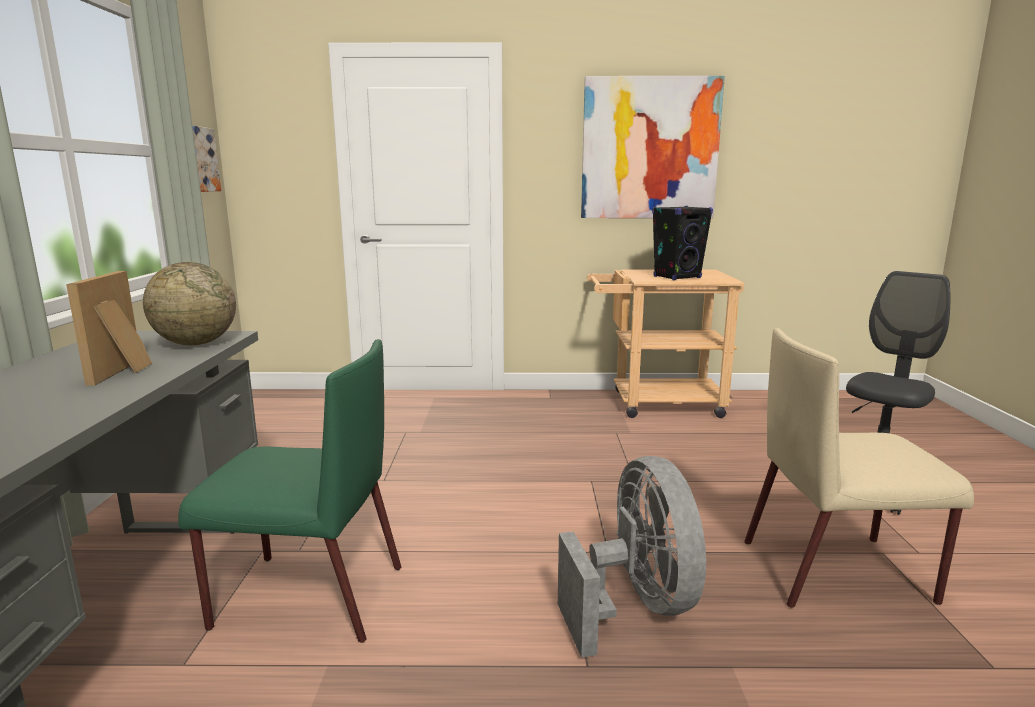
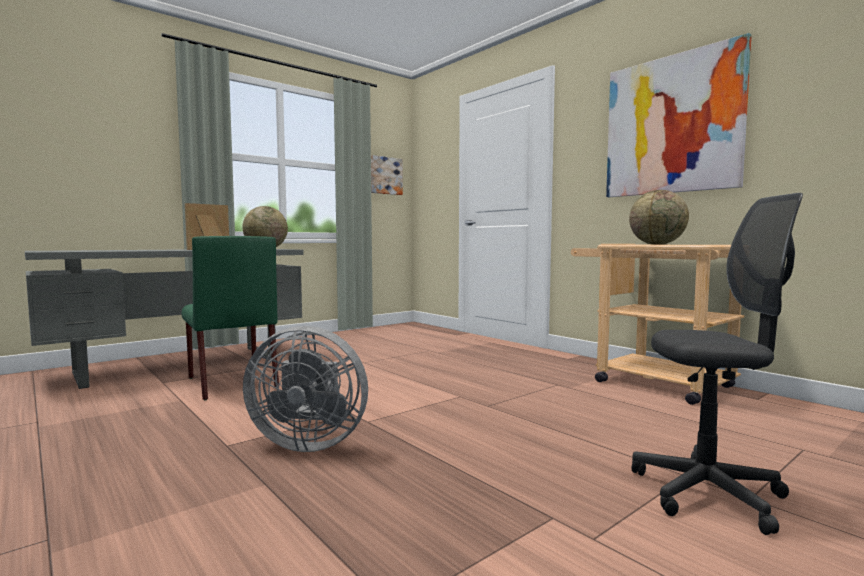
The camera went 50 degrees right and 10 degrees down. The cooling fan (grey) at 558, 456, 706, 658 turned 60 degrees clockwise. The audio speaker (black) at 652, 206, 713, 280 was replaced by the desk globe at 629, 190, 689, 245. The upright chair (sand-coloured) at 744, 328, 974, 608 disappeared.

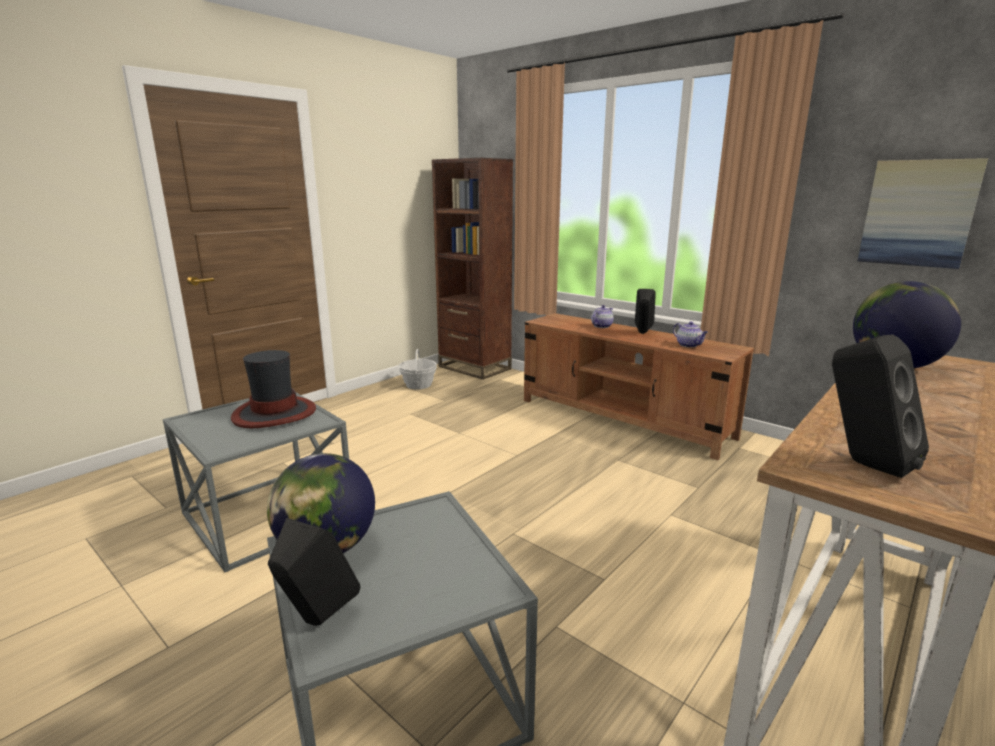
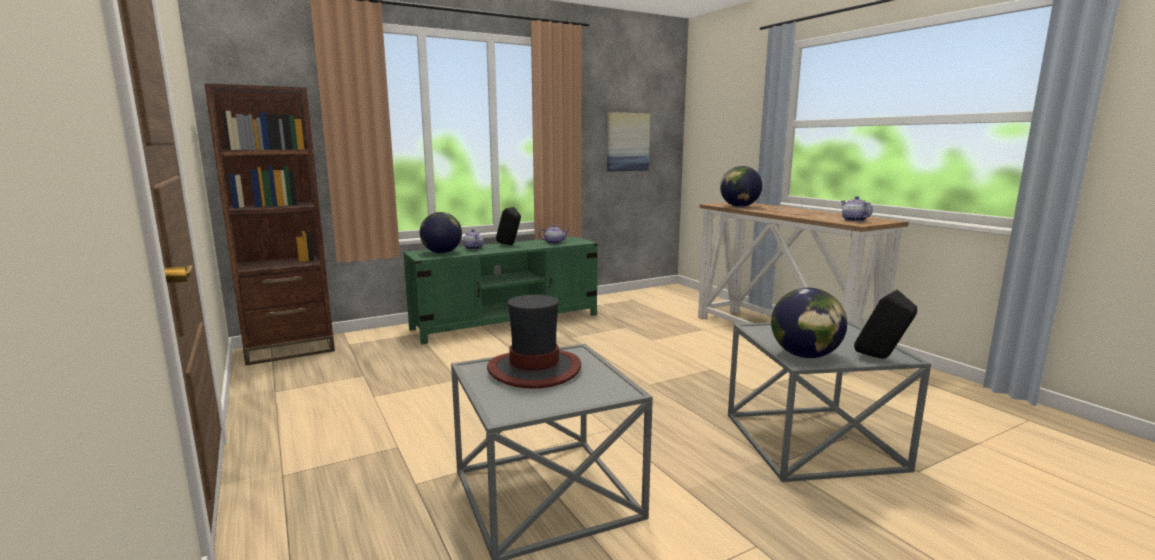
The camera went 70 degrees left and 5 degrees down. The tv stand (brown-coloured) at 524, 313, 754, 460 became the tv stand (greenish) at 403, 237, 598, 344. The desk globe at 420, 212, 462, 254 appeared. The audio speaker (black) at 832, 335, 929, 478 was replaced by the pot for tea at 841, 196, 873, 222. The basket at 399, 349, 437, 389 disappeared.

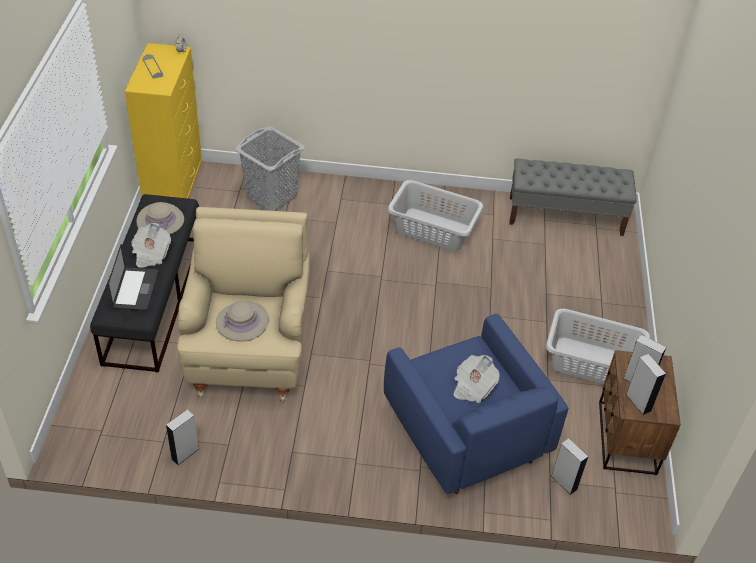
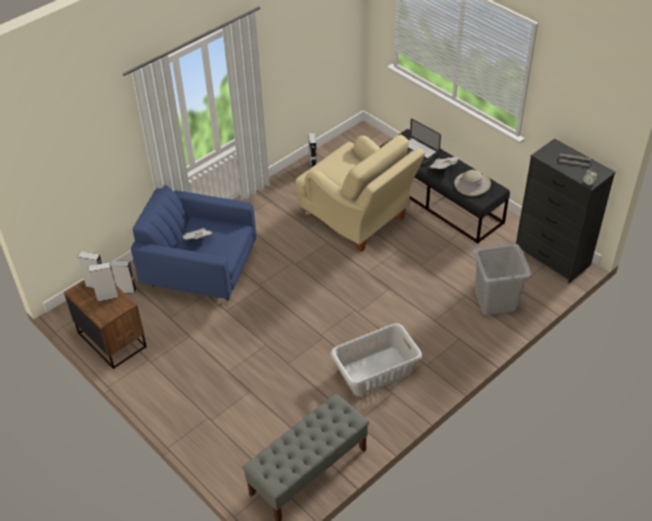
The camera went 135 degrees right and 0 degrees up. The chest of drawers (yellowish) at 125, 43, 202, 198 became the chest of drawers (black) at 516, 138, 616, 283. The wearable hat (sand-coloured) at 216, 301, 269, 342 disappeared. The washing basket (grey) at 546, 309, 650, 384 disappeared.

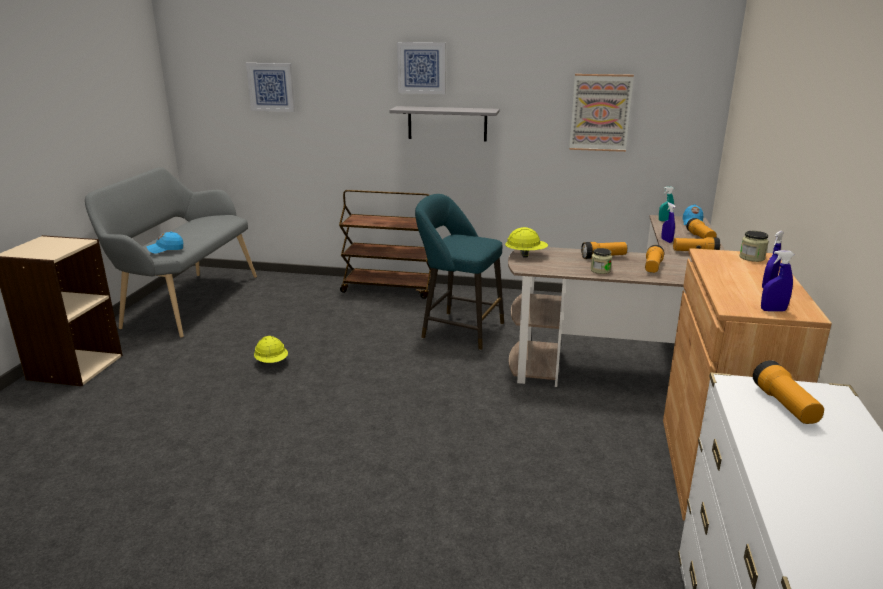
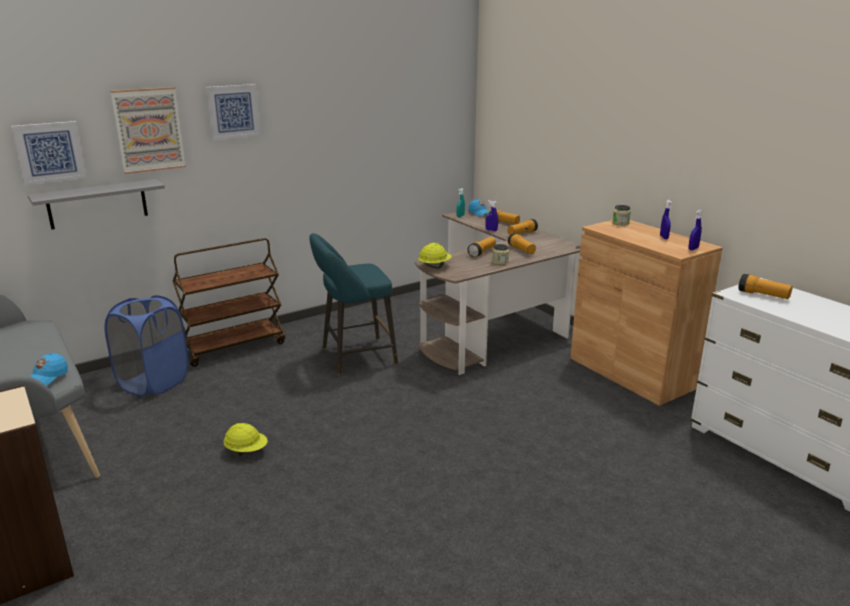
The camera went 45 degrees left and 0 degrees up. The bracket shelf (grey) moved from 389, 106, 500, 142 to 28, 179, 165, 230. The washing basket (blue-coloured) at 105, 295, 188, 397 appeared. The picture moved from 569, 74, 634, 152 to 110, 87, 186, 174.

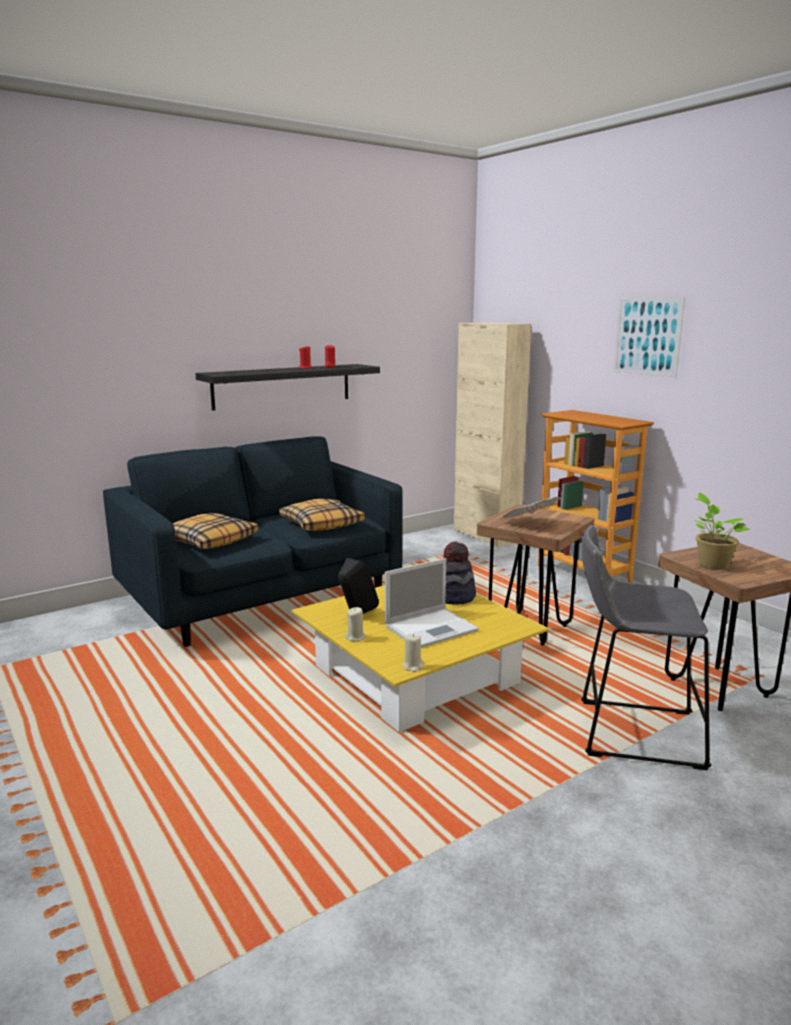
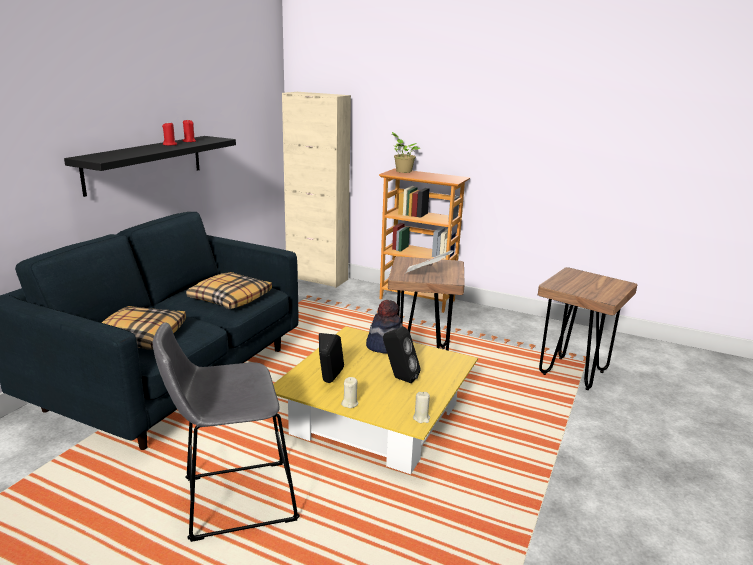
The camera went 30 degrees left and 5 degrees up. The sitting stool (grey) moved from 581, 525, 712, 770 to 152, 322, 300, 542. The portable computer at 385, 558, 479, 648 was replaced by the audio speaker (black) at 383, 326, 421, 383. The potted plant moved from 694, 493, 750, 570 to 392, 132, 420, 173. The picture at 613, 297, 685, 377 disappeared.

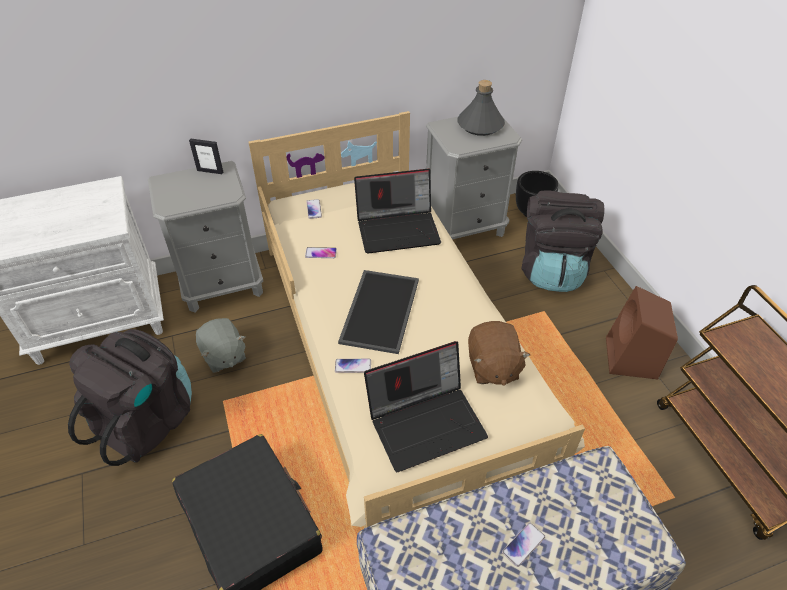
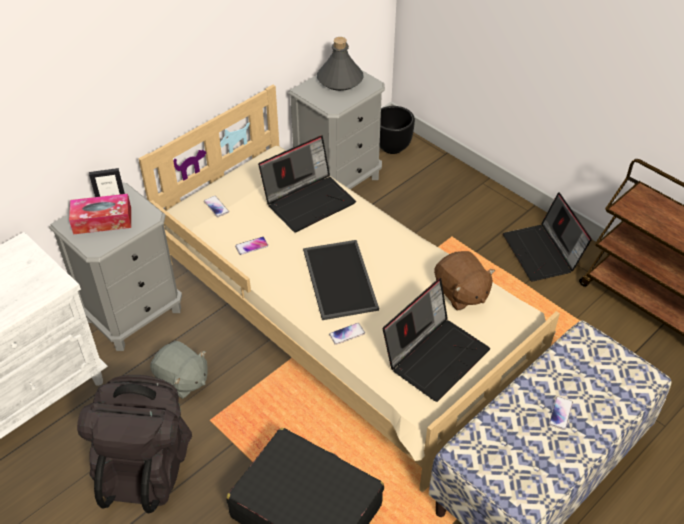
The camera went 25 degrees left and 0 degrees up. The box of tissues at 69, 194, 131, 234 appeared. The audio speaker (brown-coloured) at 606, 286, 678, 379 was replaced by the portable computer at 503, 192, 592, 281. The knapsack (black) at 521, 191, 604, 292 disappeared.

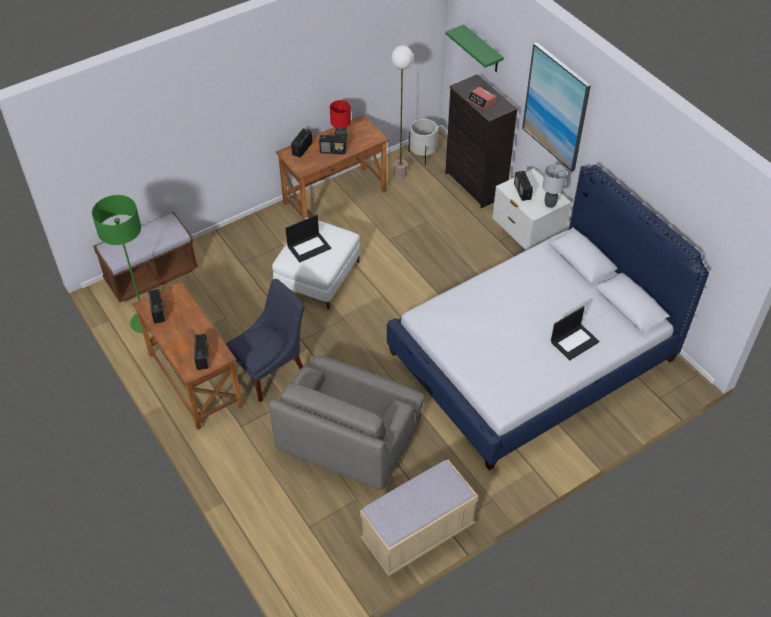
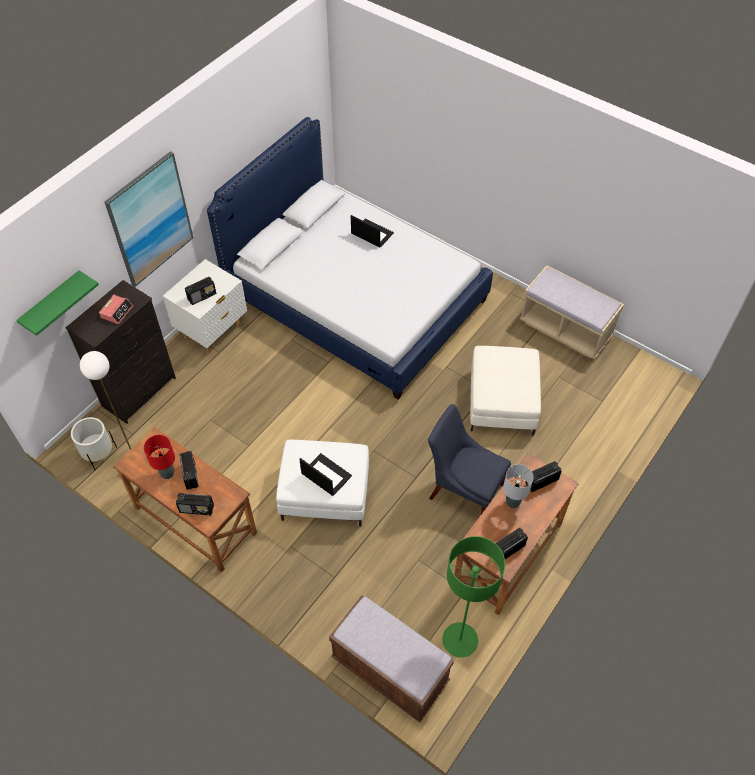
The camera went 110 degrees left and 5 degrees up. The armchair (grey) at 269, 355, 424, 491 was replaced by the ottoman (white) at 470, 346, 541, 436. The lamp for a table (grey) moved from 543, 164, 567, 208 to 503, 464, 533, 508.

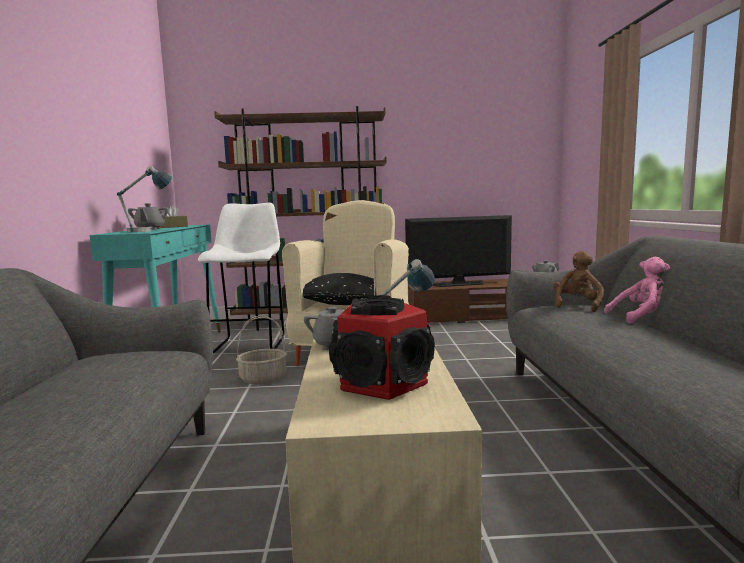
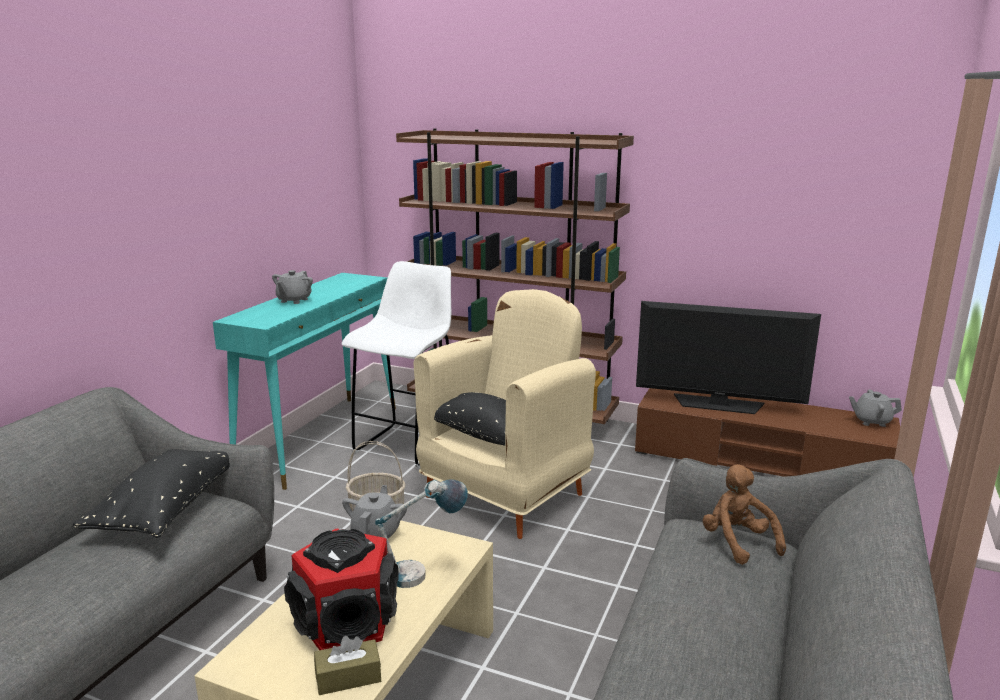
The camera went 25 degrees right and 10 degrees up. The throw pillow (black) at 72, 449, 230, 538 appeared. The box of tissues (brown-coloured) moved from 160, 206, 188, 228 to 314, 636, 381, 695. The soft toy (brown-coloured) at 553, 251, 604, 312 turned 75 degrees counterclockwise. The lamp for a table at 117, 166, 172, 232 disappeared. The soft toy (pinkish) at 604, 257, 670, 324 disappeared.

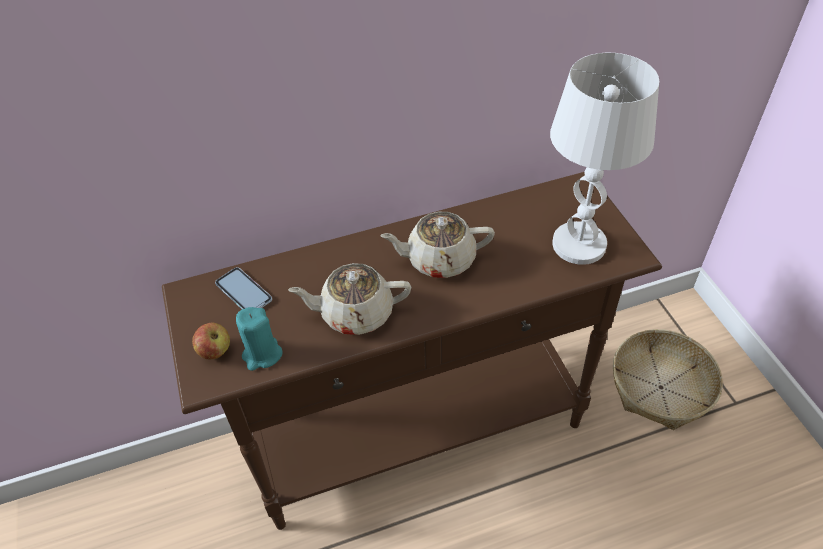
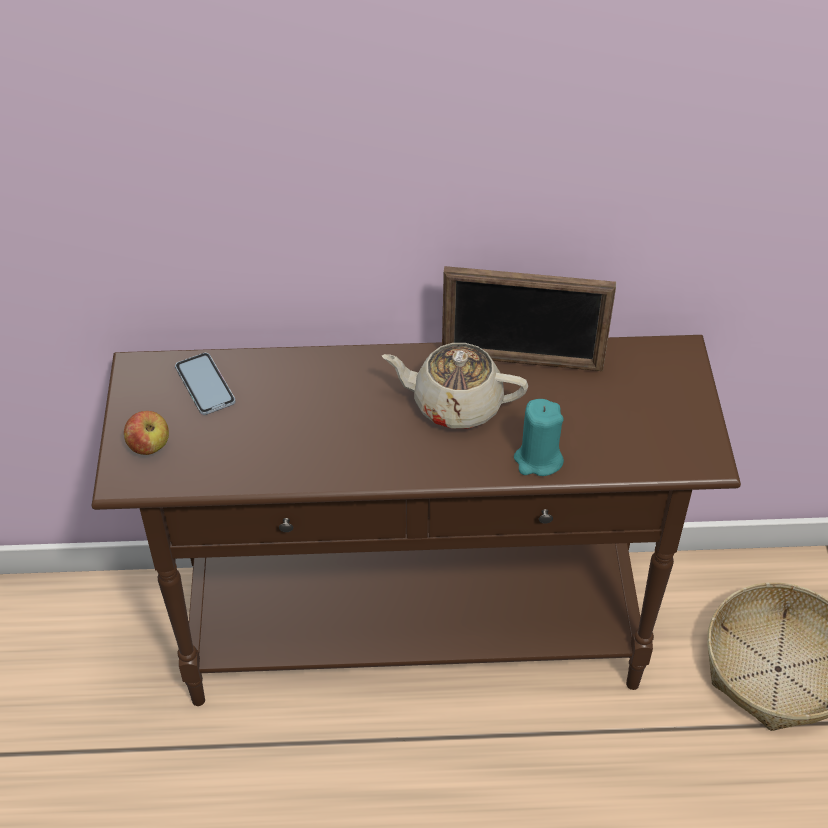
The camera went 15 degrees right and 0 degrees up. The standing frame at 442, 266, 616, 371 appeared. The wax candle (turquoise-coloured) moved from 236, 307, 283, 371 to 514, 399, 564, 476. The pot for tea (sand-coloured) at 288, 263, 411, 335 disappeared. The lamp for a table (white) at 550, 53, 659, 265 disappeared.

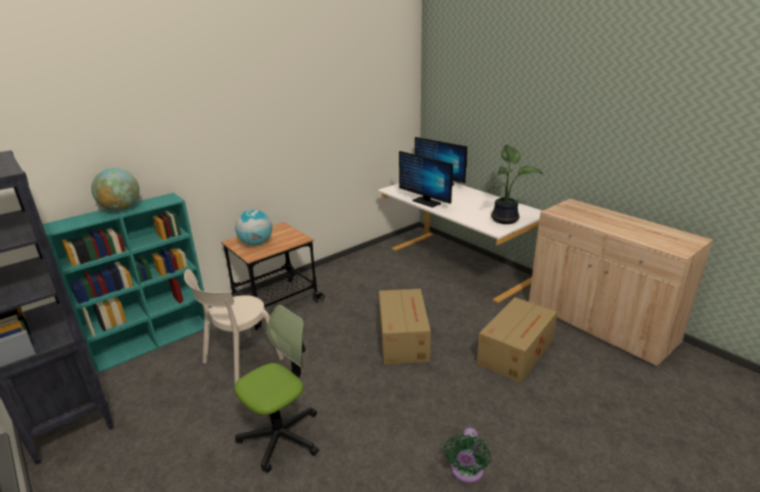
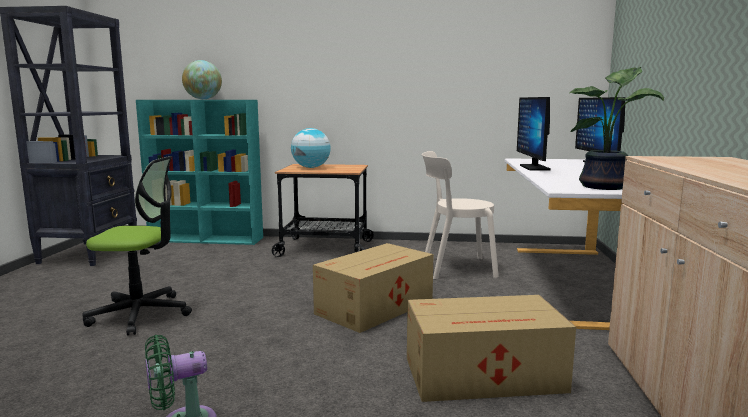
The camera went 45 degrees right and 15 degrees down. The upright chair (sand-coloured) moved from 184, 269, 284, 383 to 421, 151, 499, 279.

